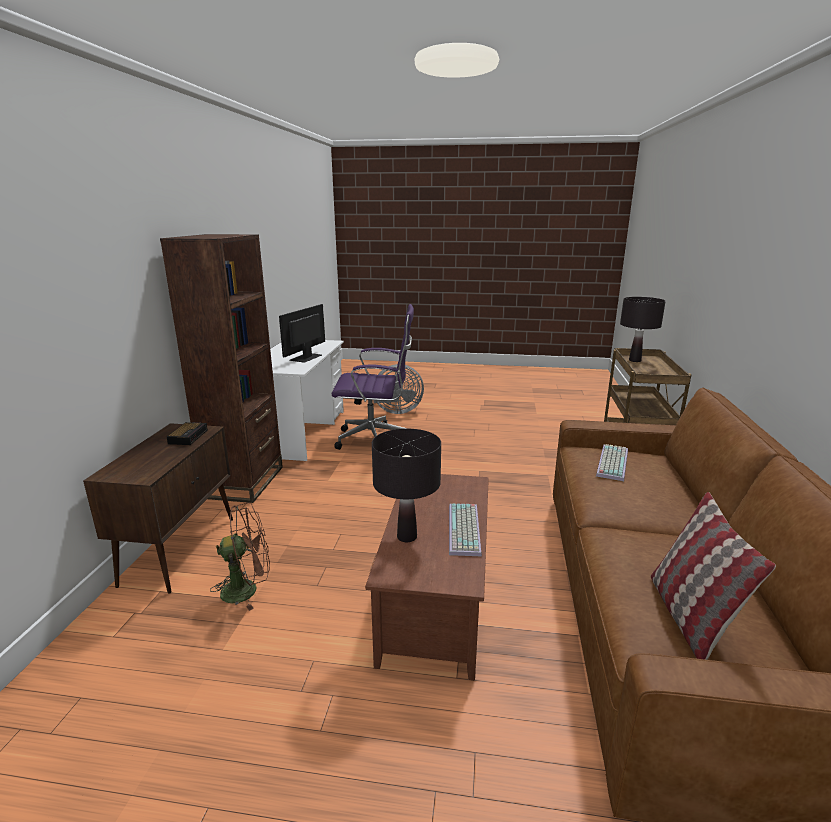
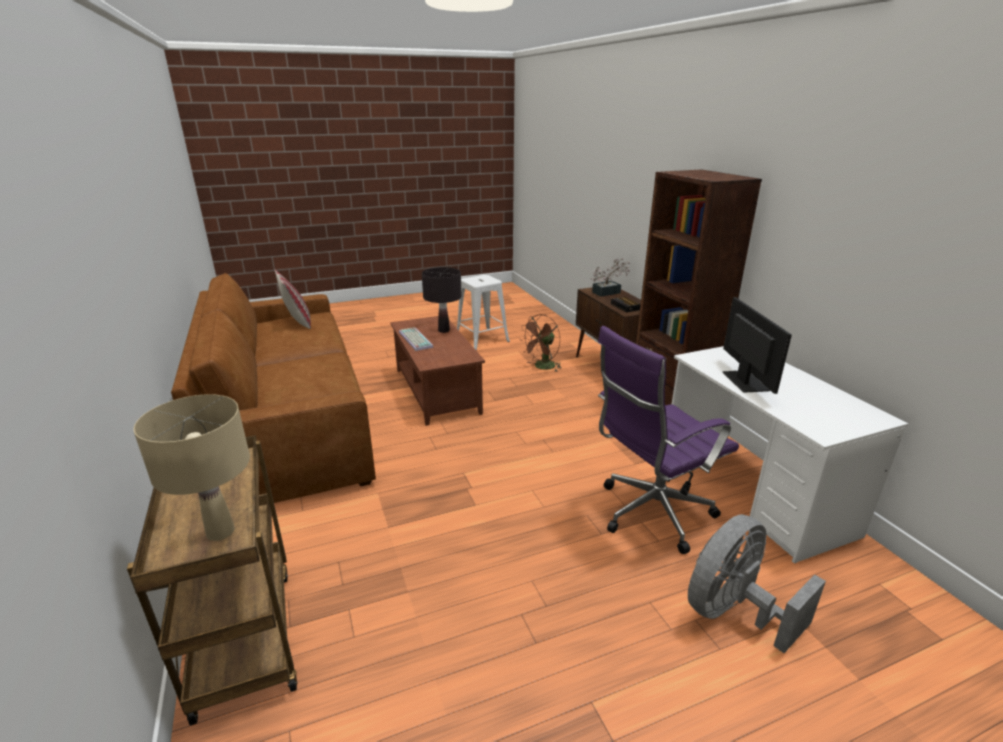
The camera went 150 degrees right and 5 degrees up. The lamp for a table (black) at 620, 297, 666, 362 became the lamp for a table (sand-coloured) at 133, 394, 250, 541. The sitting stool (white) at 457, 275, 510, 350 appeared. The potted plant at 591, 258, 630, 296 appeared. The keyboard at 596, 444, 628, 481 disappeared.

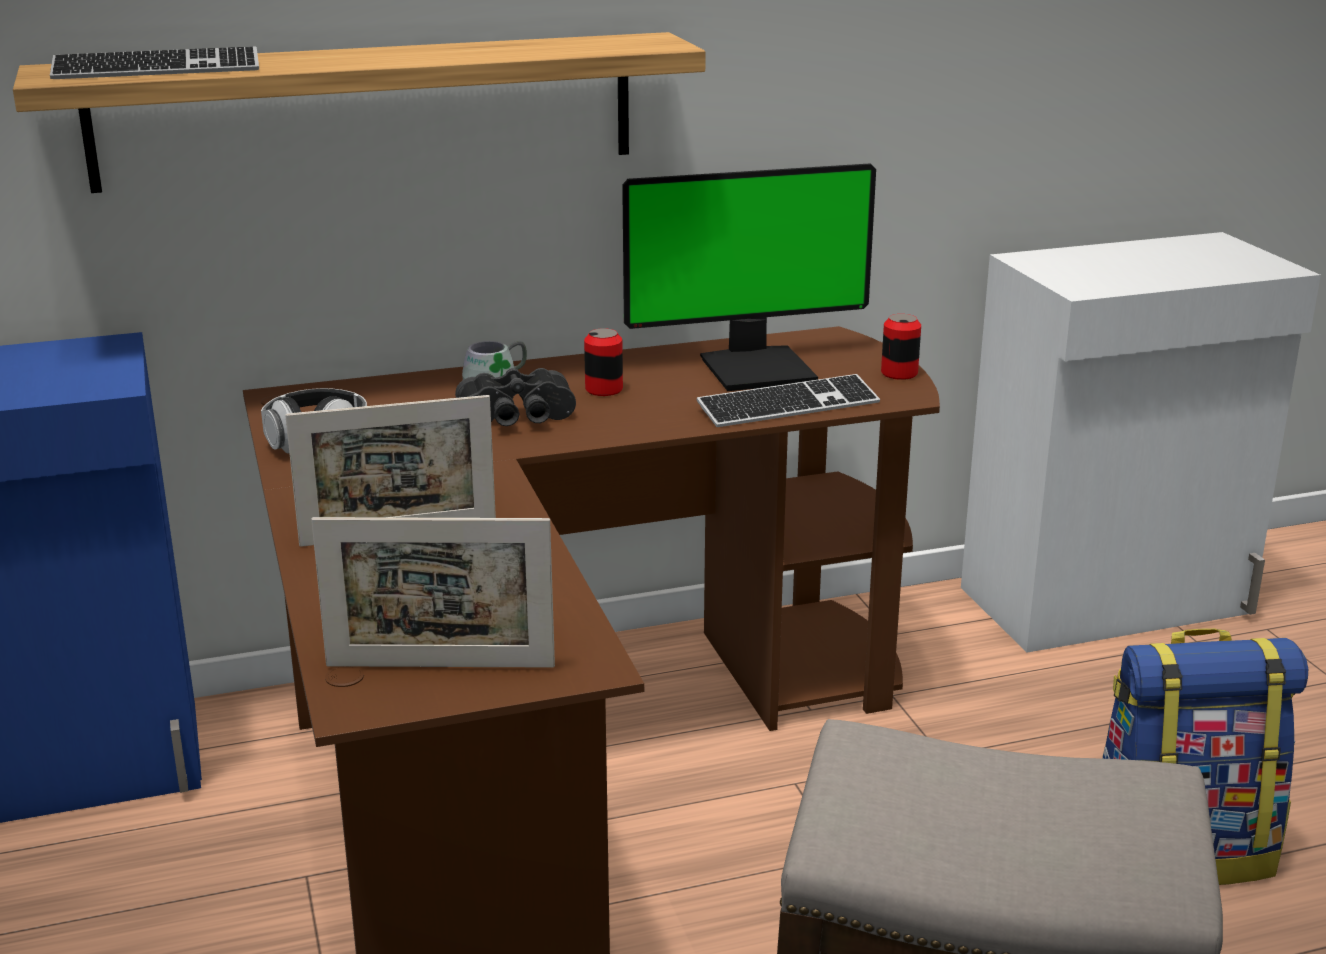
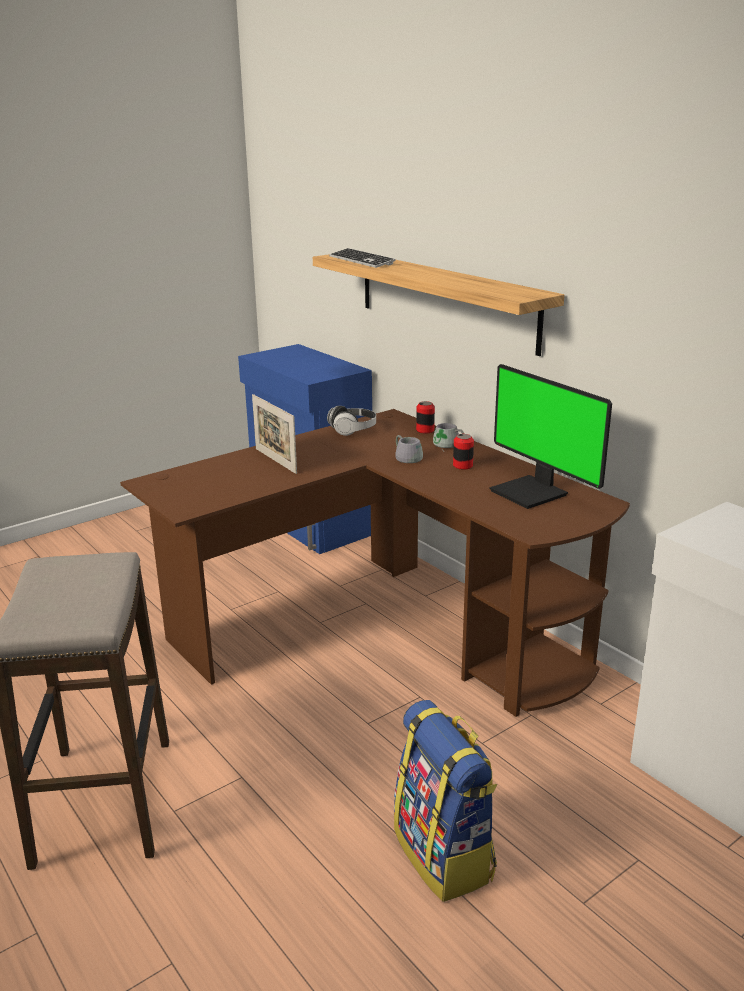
The camera went 70 degrees right and 0 degrees up. The field glasses (black) at 455, 368, 576, 426 was replaced by the tea mug (grey) at 395, 435, 423, 463. The metal can moved from 881, 314, 921, 380 to 416, 401, 435, 433. The standing frame at 311, 517, 555, 668 disappeared. The keyboard at 697, 374, 880, 427 disappeared.

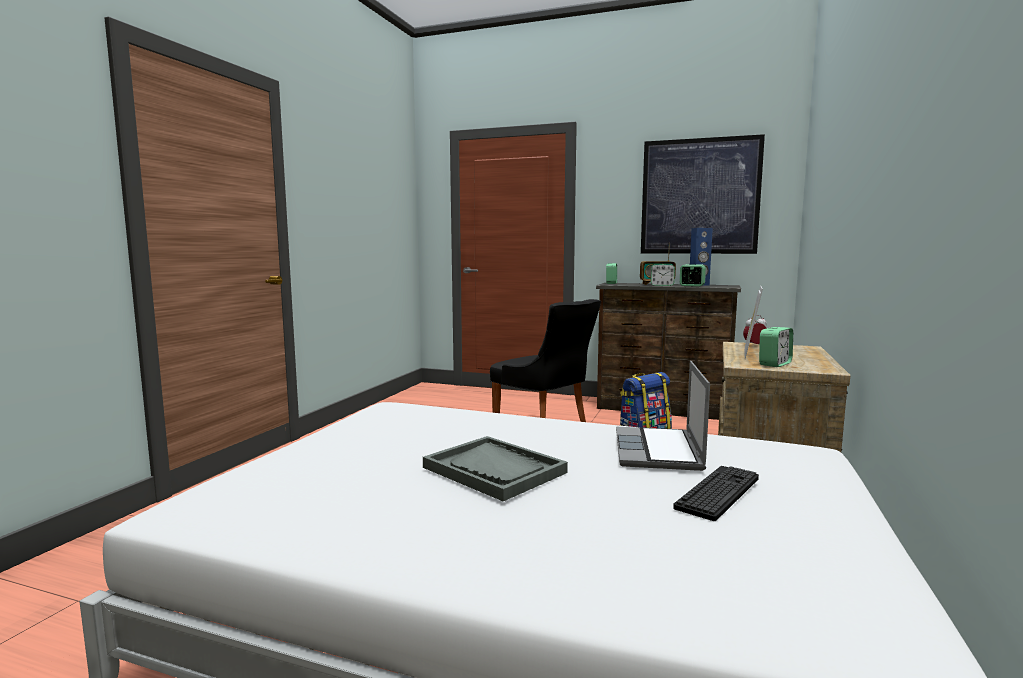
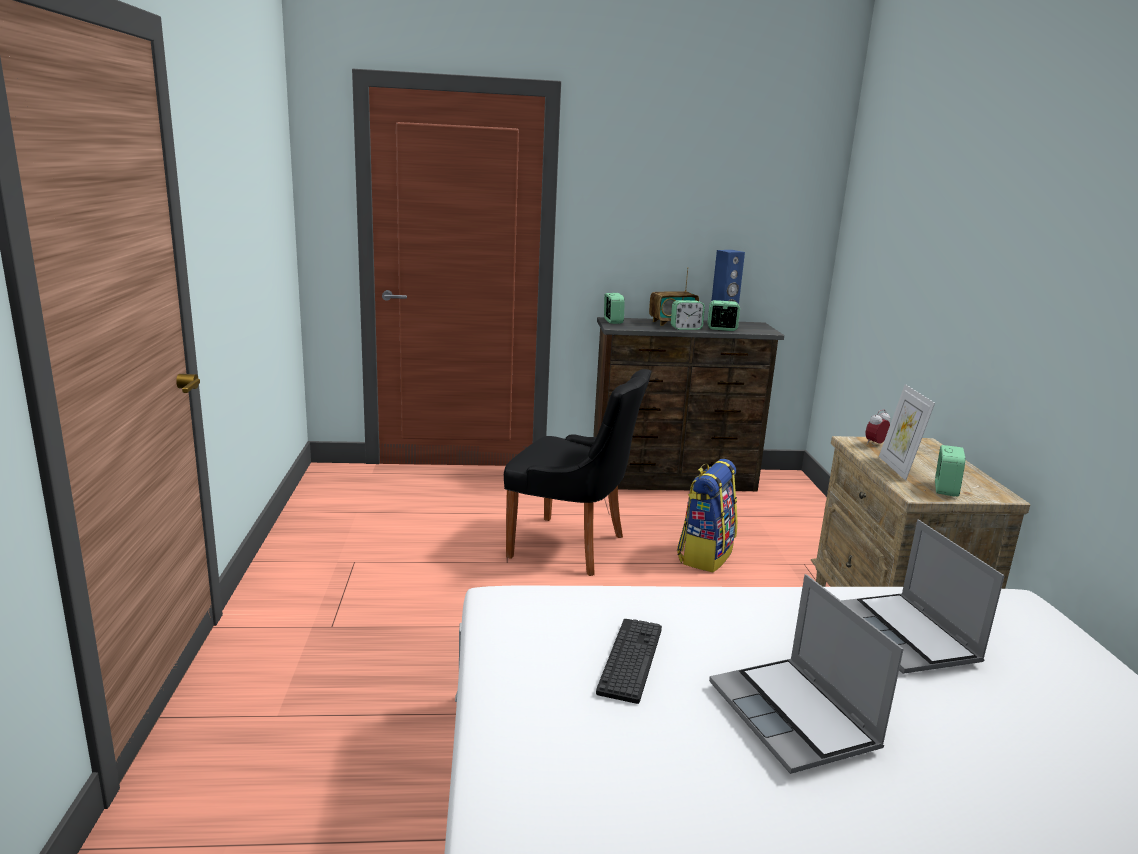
The camera went 25 degrees left and 10 degrees up. The keyboard moved from 673, 466, 759, 521 to 596, 619, 662, 704. The carrying tray (grey) at 423, 436, 568, 501 was replaced by the portable computer at 709, 574, 904, 774. The picture at 641, 134, 765, 254 disappeared.

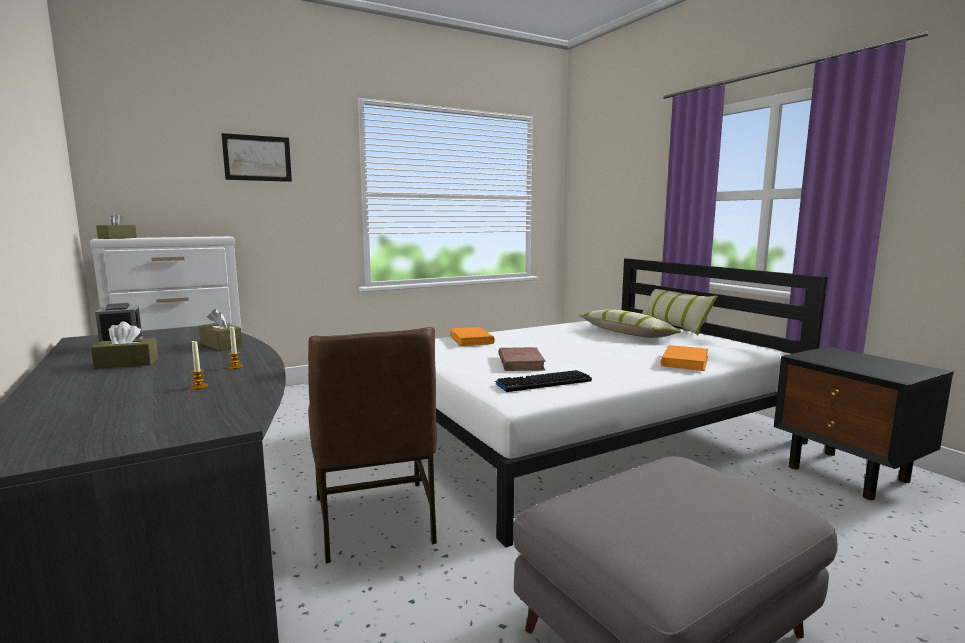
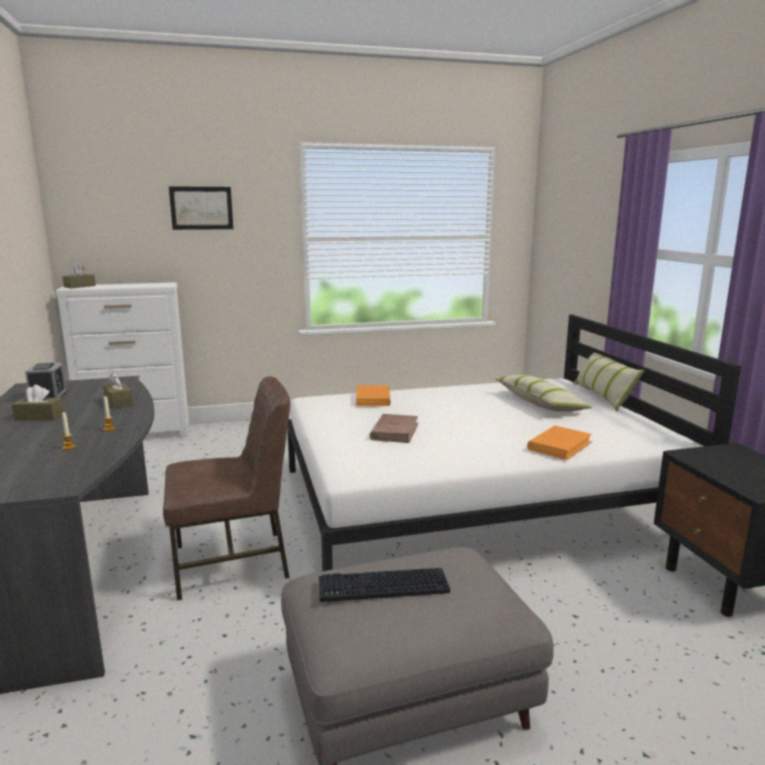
The camera went 15 degrees right and 5 degrees up. The upright chair (brown-coloured) at 308, 327, 437, 563 turned 105 degrees counterclockwise. The keyboard moved from 494, 370, 592, 392 to 319, 568, 450, 602.

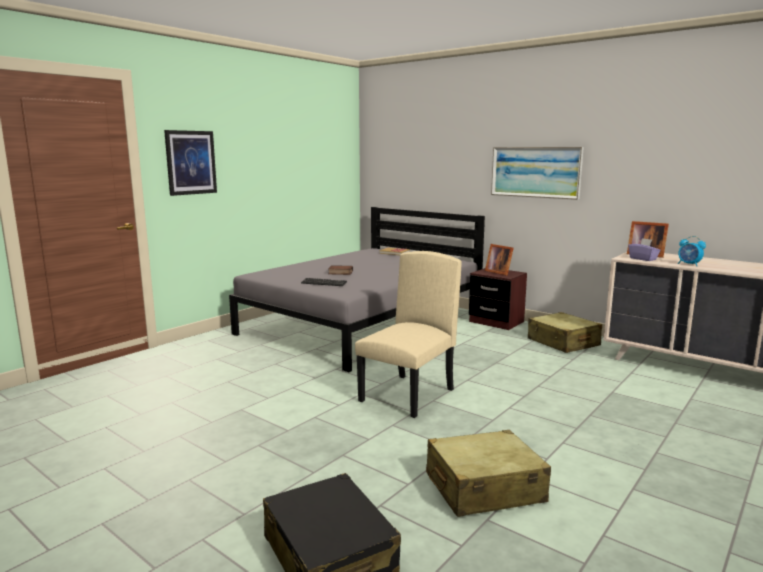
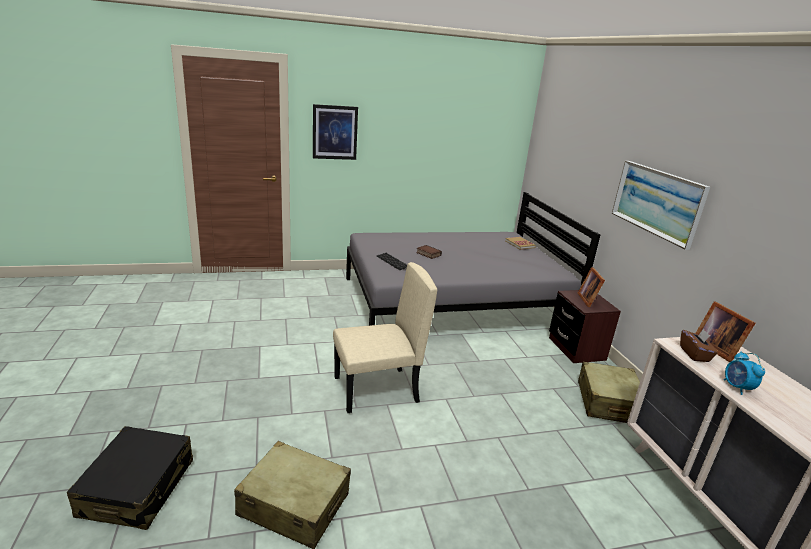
The camera went 35 degrees right and 10 degrees up. The box of tissues (purple) at 628, 238, 661, 261 became the box of tissues (brown-coloured) at 680, 329, 718, 362.

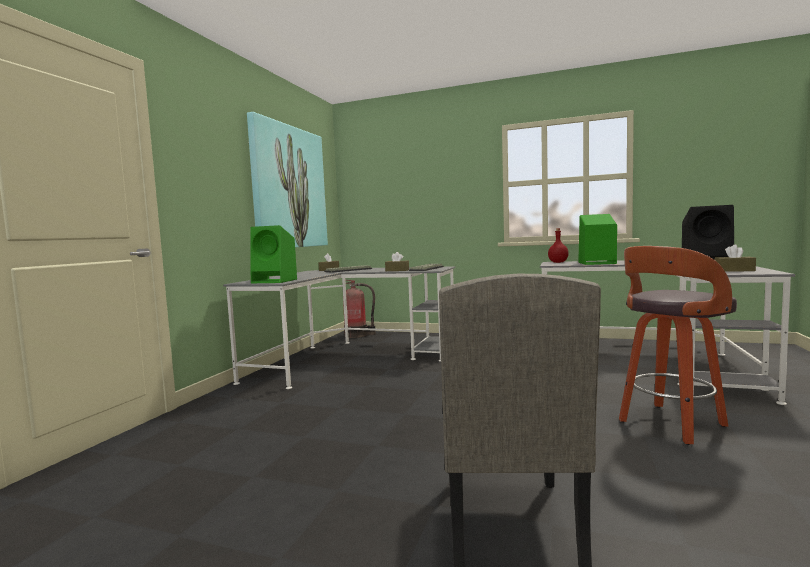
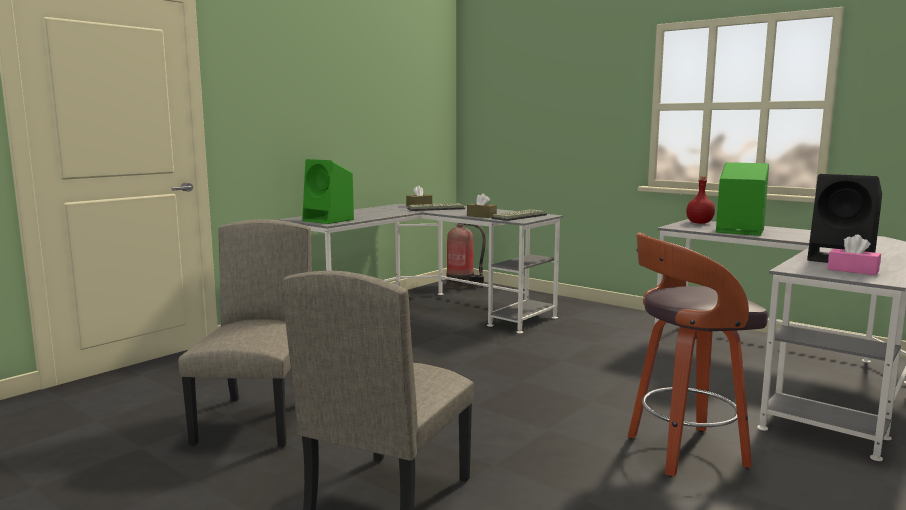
The camera went 20 degrees right and 5 degrees up. The upright chair (sand-coloured) at 178, 219, 312, 448 appeared. The box of tissues (brown-coloured) at 715, 245, 756, 272 became the box of tissues (pinkish) at 827, 234, 881, 275. The picture at 247, 112, 328, 247 disappeared.

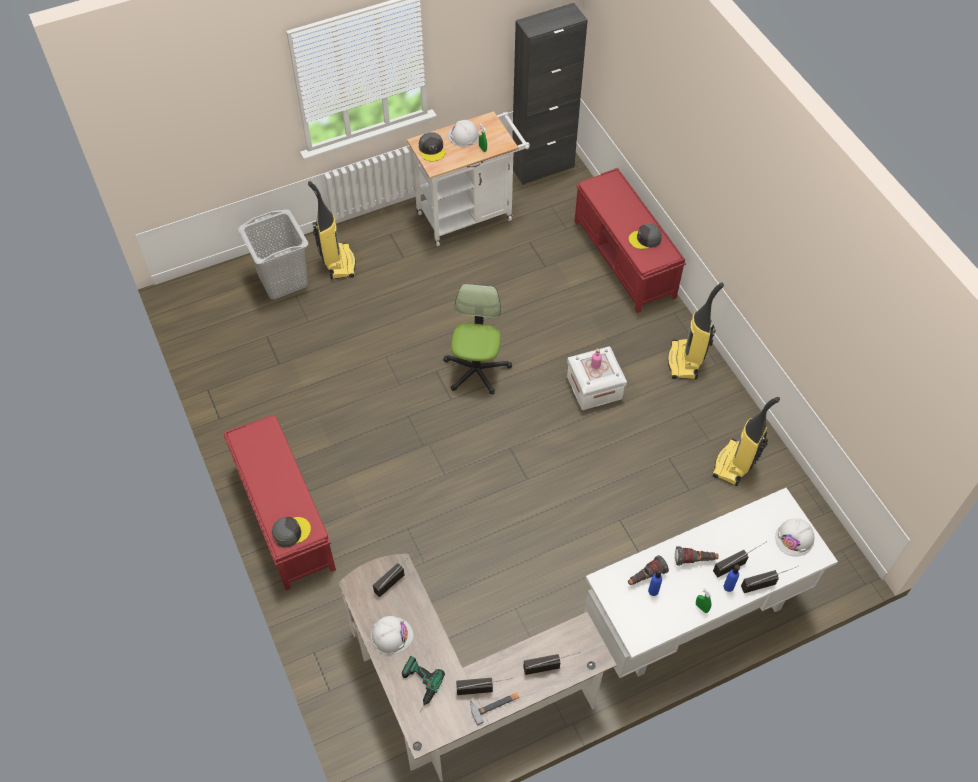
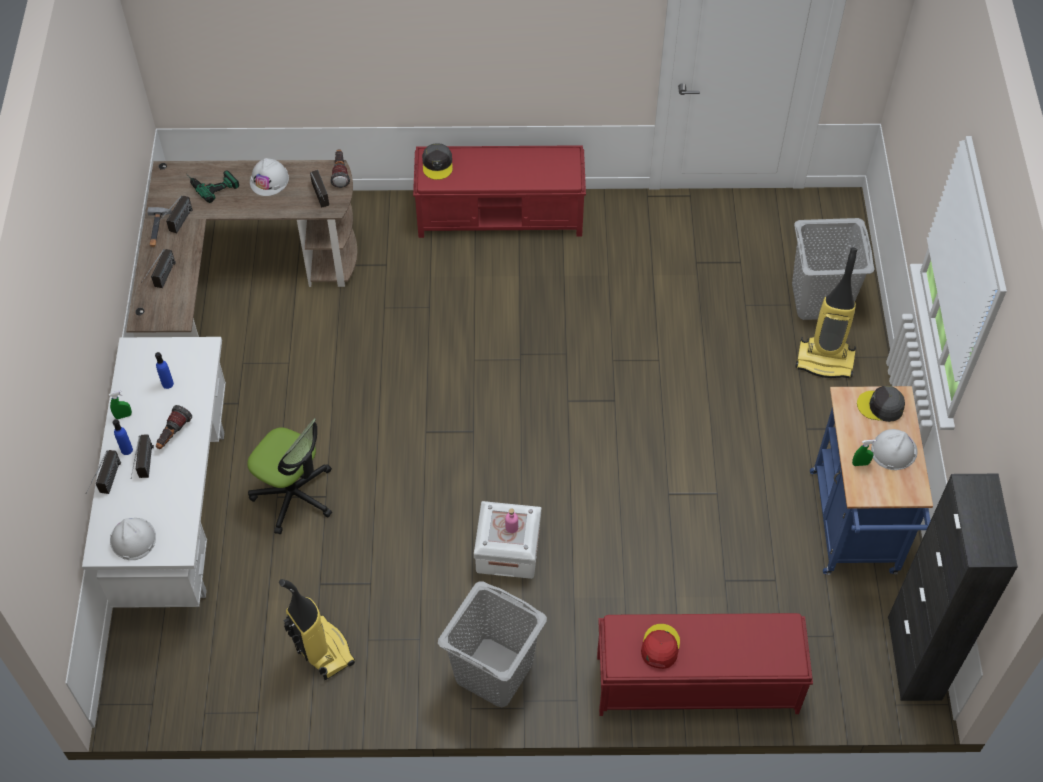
The camera went 115 degrees right and 0 degrees up. The office chair moved from 443, 284, 512, 394 to 247, 418, 332, 534. The torch moved from 628, 555, 669, 585 to 330, 149, 350, 188. The vacuum cleaner at 668, 282, 724, 379 was replaced by the washing basket (grey) at 438, 581, 547, 707. The cap (grey) at 629, 223, 662, 249 became the cap (red-coloured) at 641, 624, 680, 669. The cart (white) at 407, 111, 530, 246 became the cart (blue-coloured) at 810, 386, 933, 575.

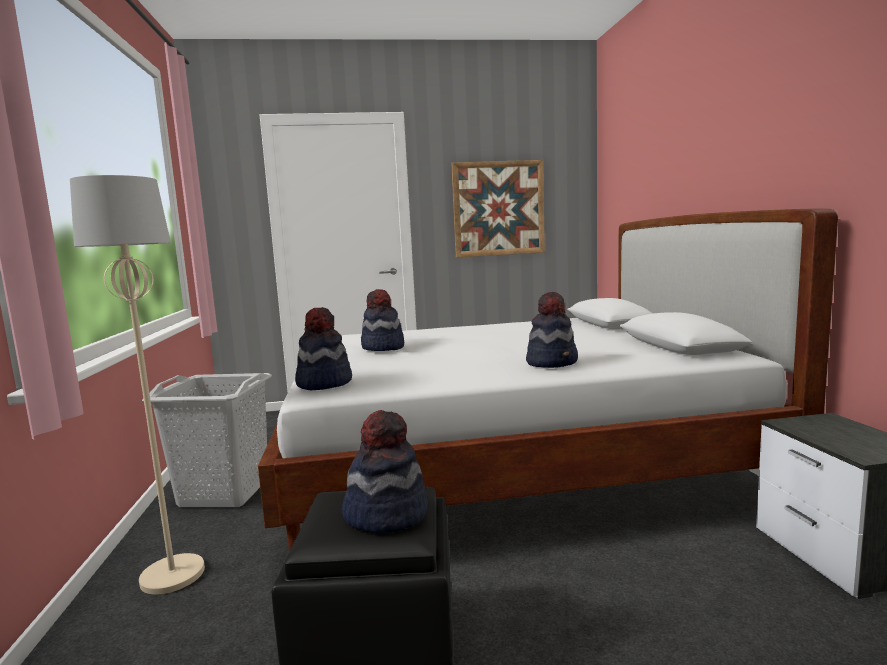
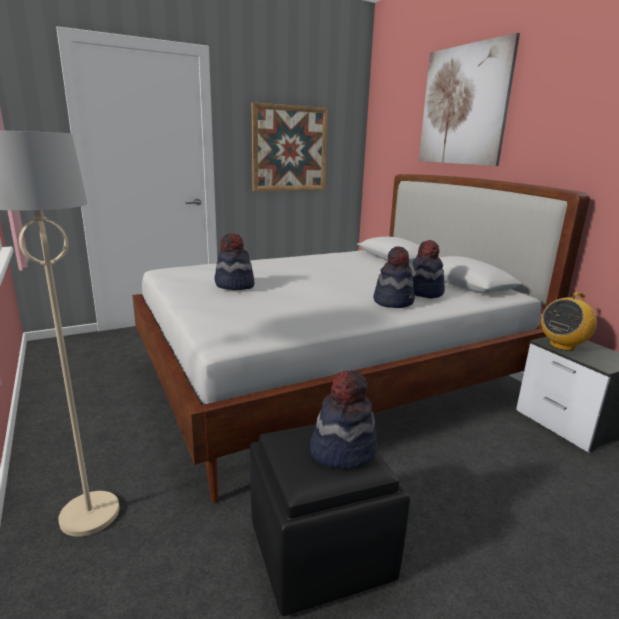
The camera went 20 degrees left and 10 degrees up. The wearable hat moved from 295, 307, 352, 390 to 411, 240, 445, 298. The picture at 419, 33, 520, 166 appeared. The radio set at 541, 292, 597, 351 appeared. The washing basket (grey) at 142, 373, 272, 507 disappeared.

